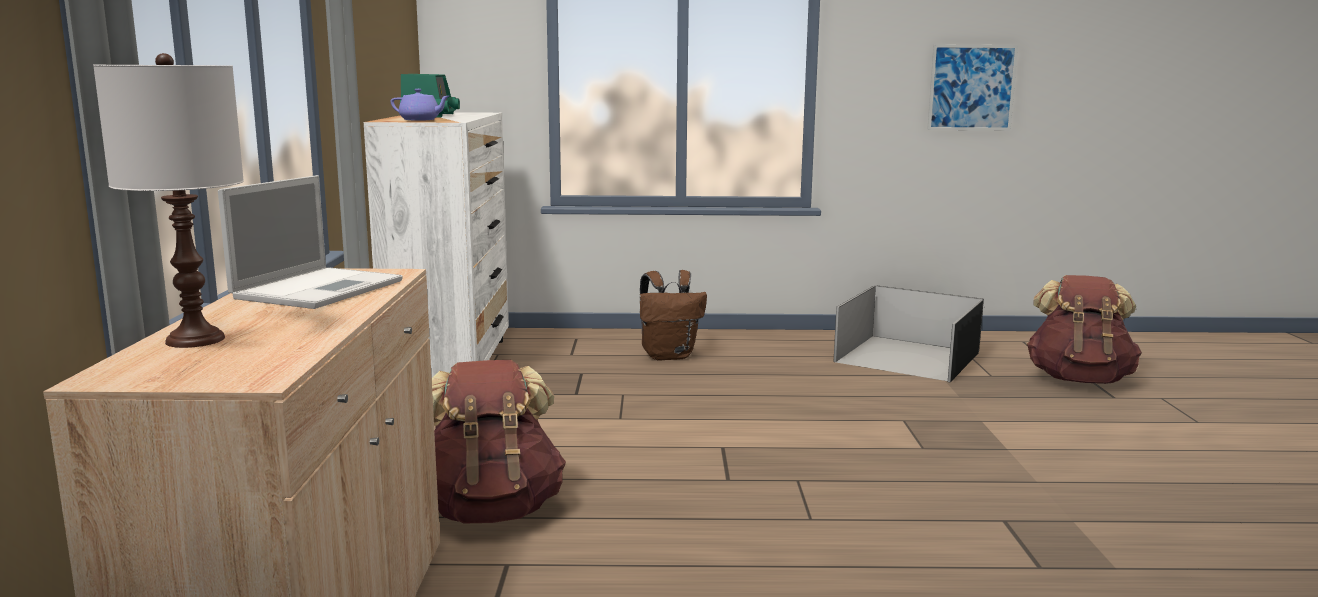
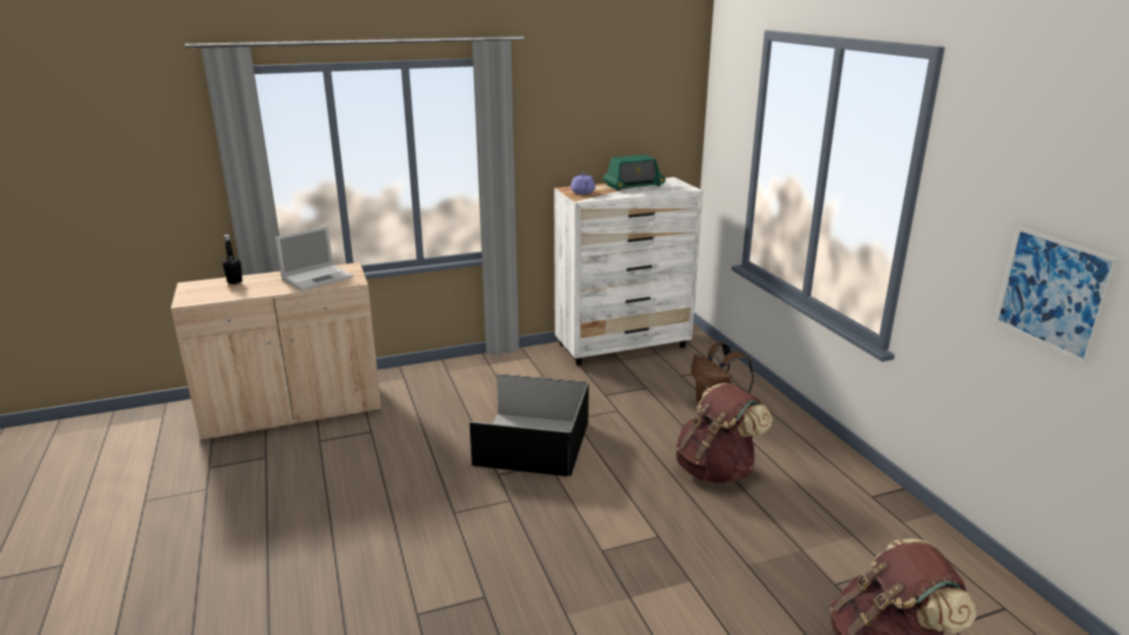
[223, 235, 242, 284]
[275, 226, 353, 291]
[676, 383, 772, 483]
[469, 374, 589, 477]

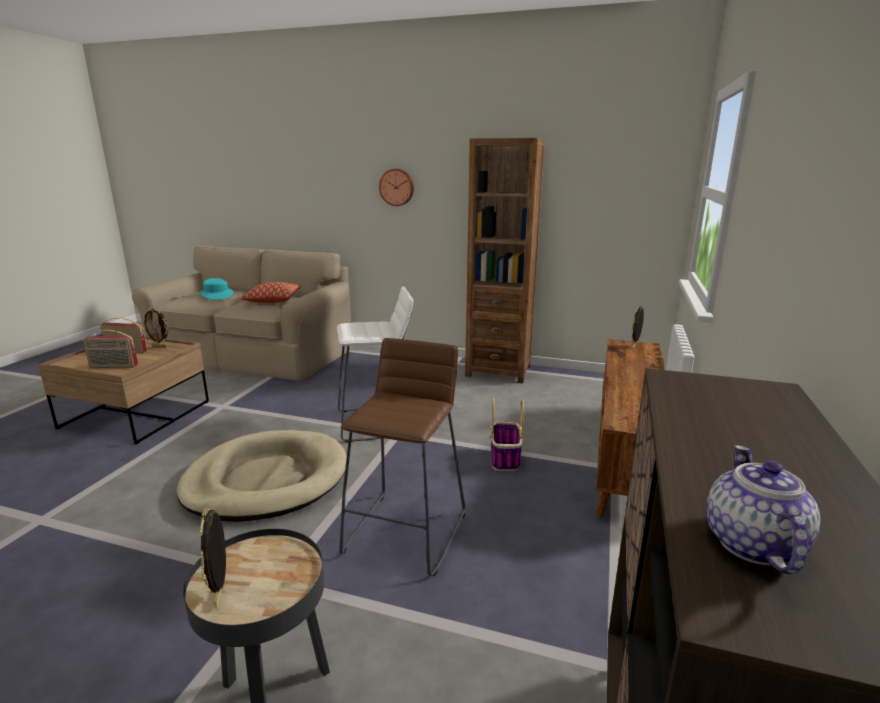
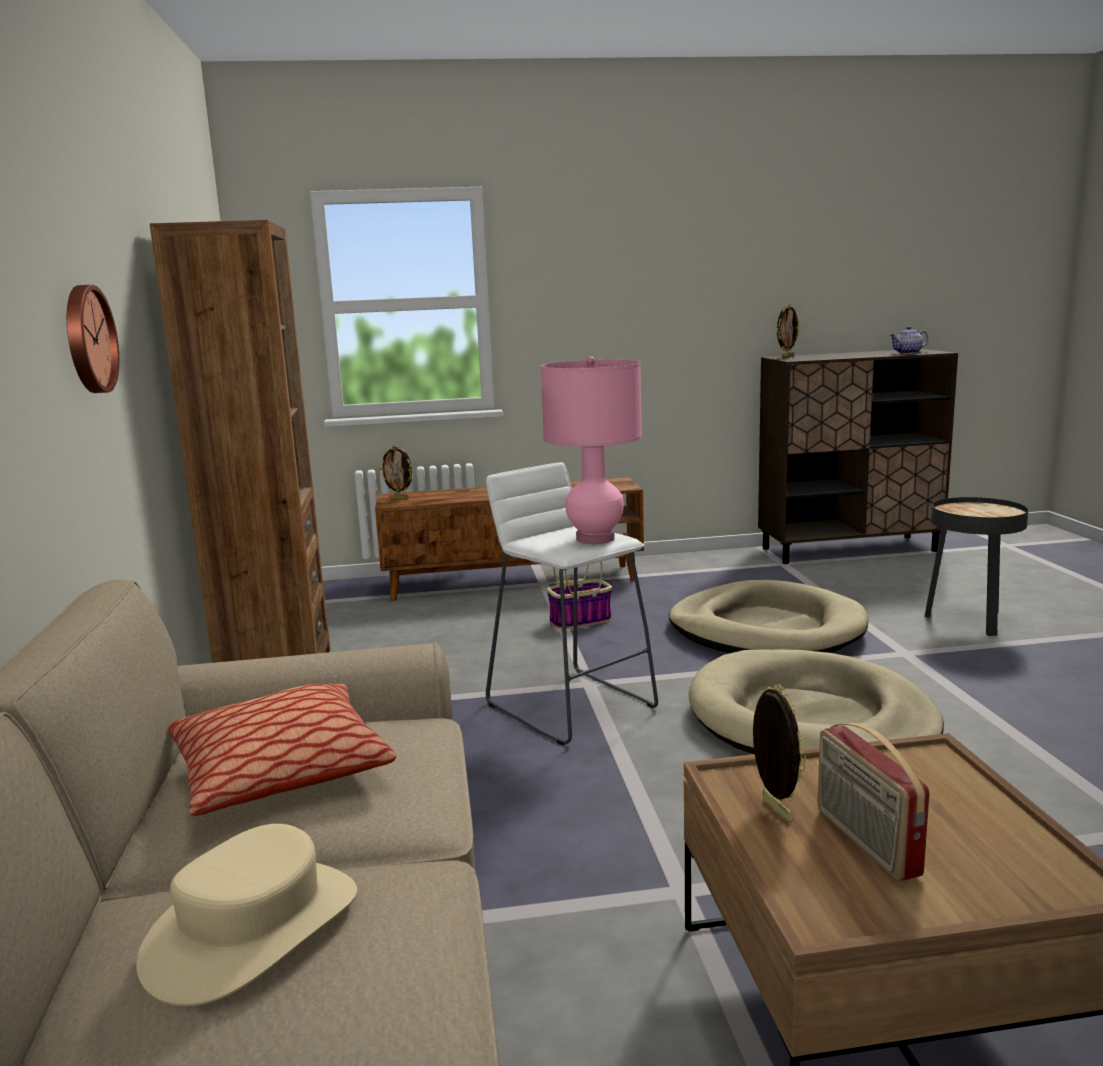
[83, 330, 138, 368] (first image)
[136, 824, 357, 1006]
[777, 304, 800, 358]
[669, 580, 869, 653]
[541, 356, 642, 544]

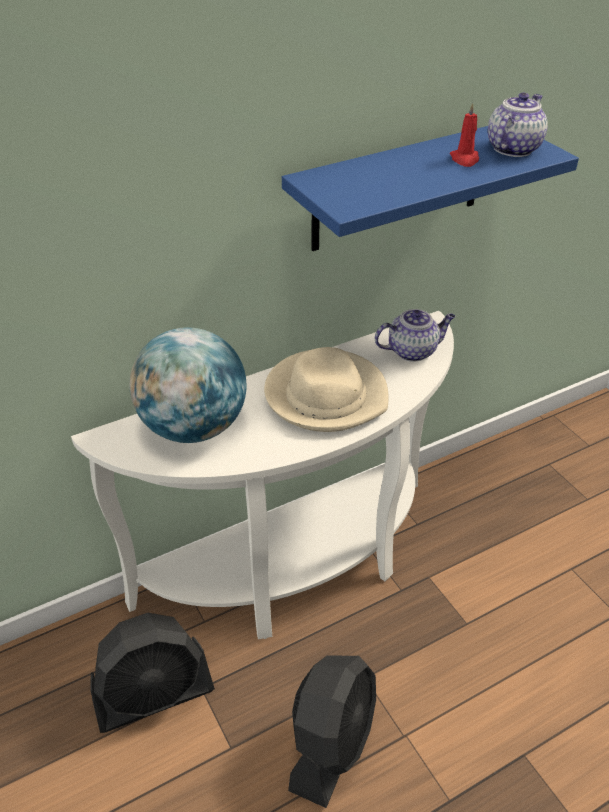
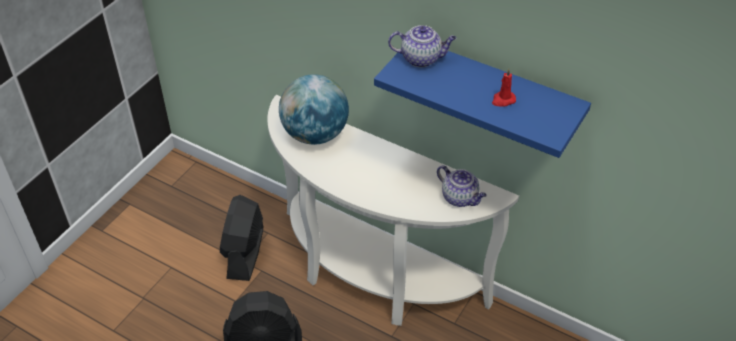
[220, 195, 263, 281]
[264, 347, 389, 432] (first image)
[388, 25, 456, 67]

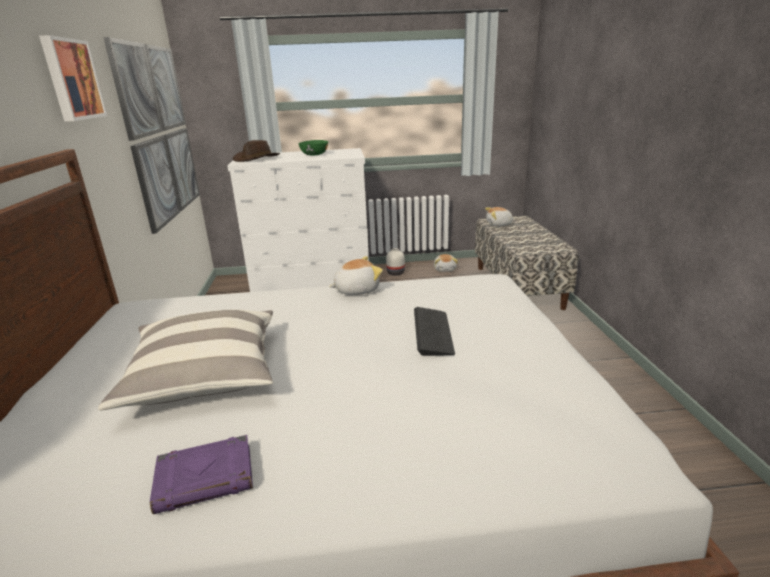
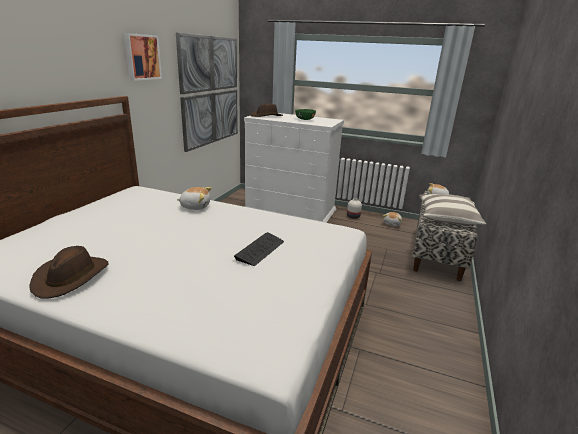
[419, 194, 486, 225]
[29, 246, 108, 299]
[177, 187, 212, 210]

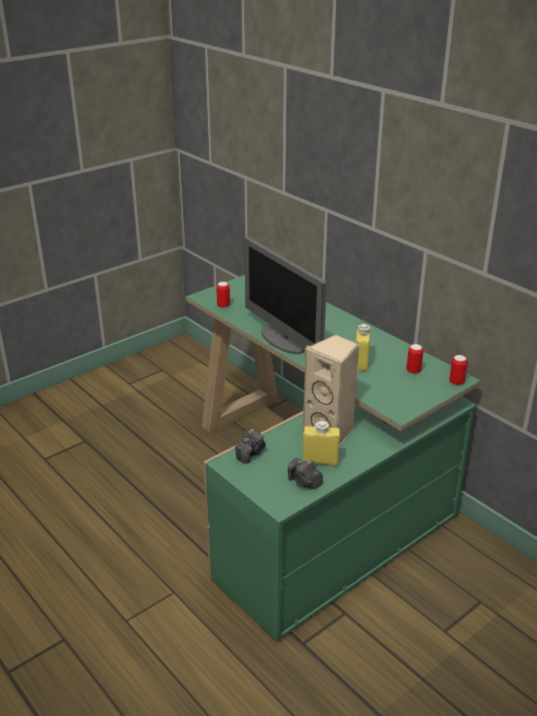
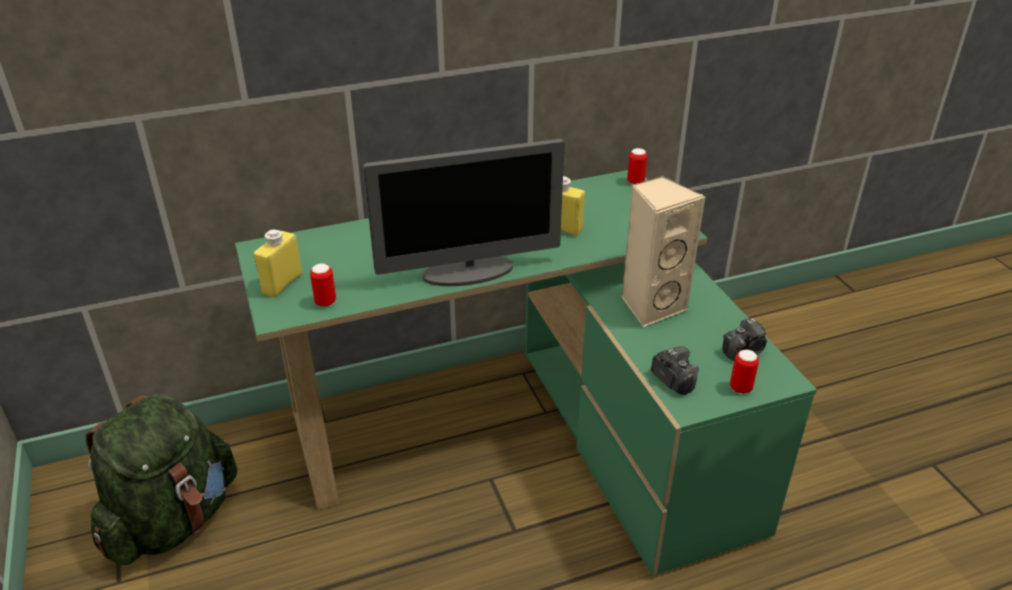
[254, 229, 303, 298]
[730, 350, 759, 394]
[86, 395, 237, 565]

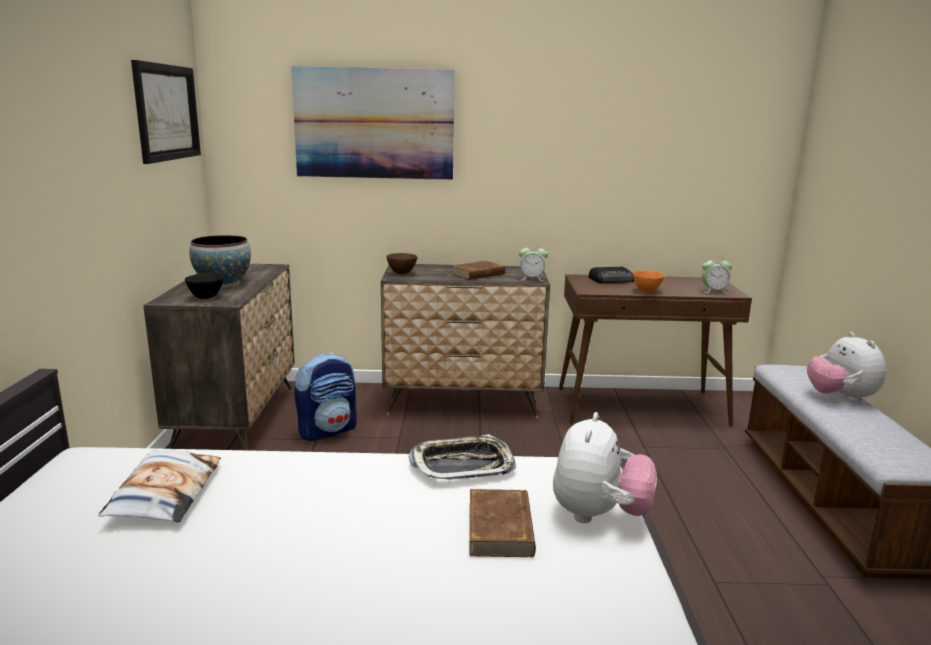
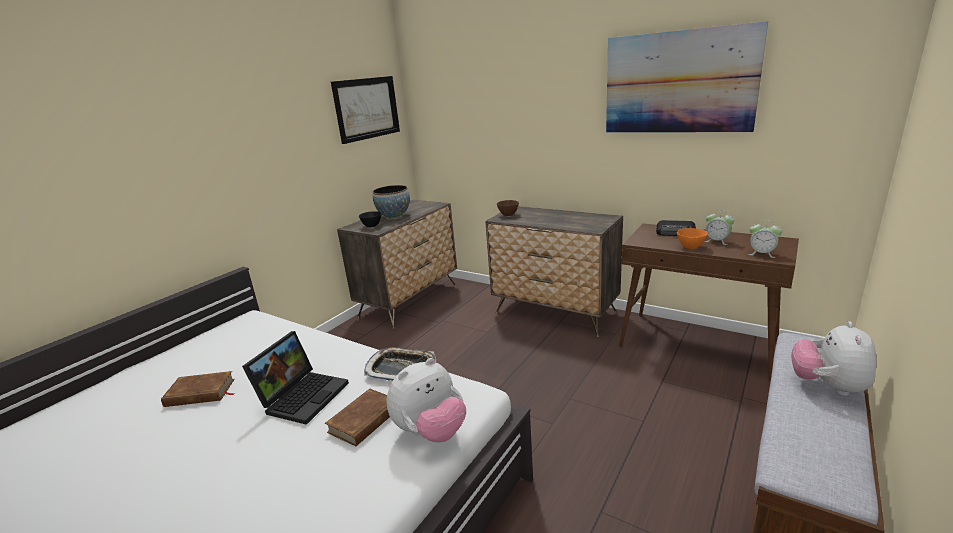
[98, 449, 221, 522] (first image)
[606, 21, 768, 132]
[294, 353, 357, 441] (first image)
[161, 371, 235, 407]
[704, 210, 735, 245]
[242, 331, 349, 425]

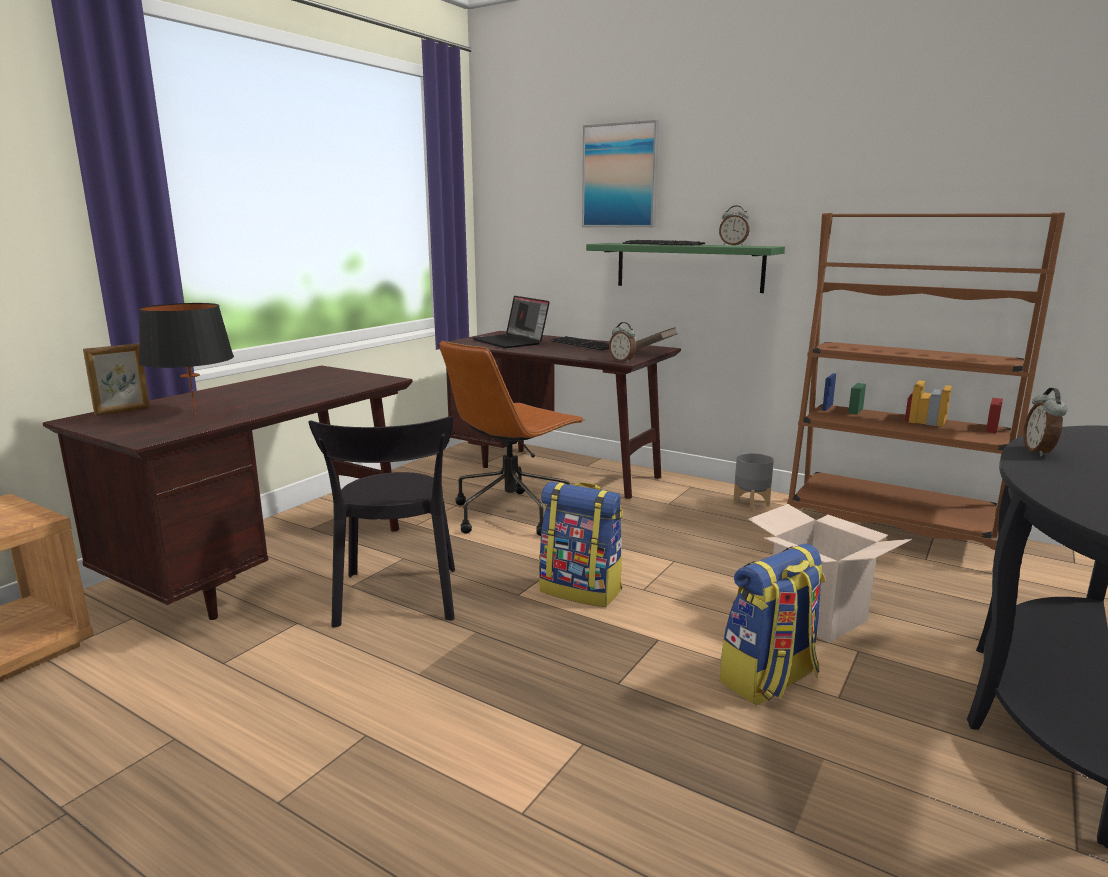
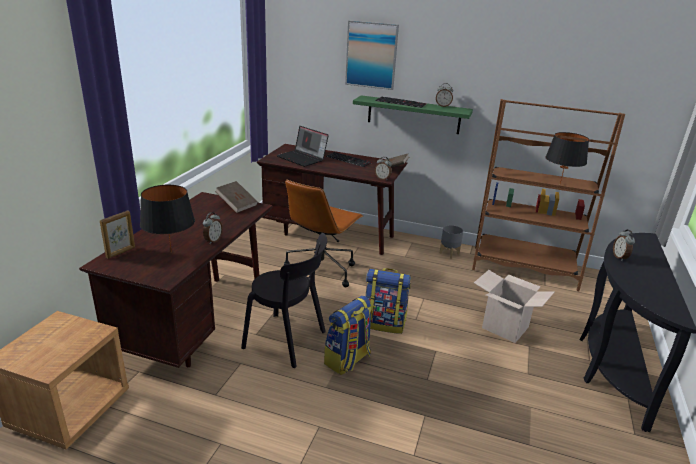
[241, 233, 327, 368]
[324, 296, 373, 375]
[203, 212, 223, 244]
[215, 181, 258, 213]
[546, 132, 589, 184]

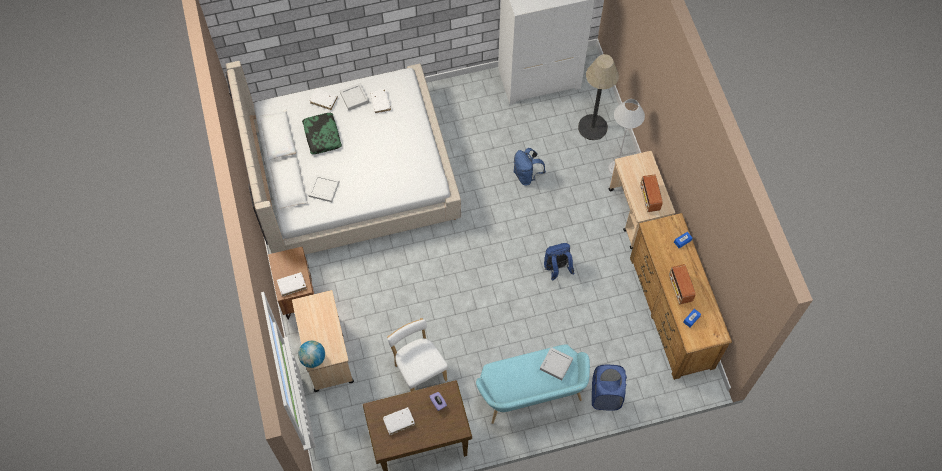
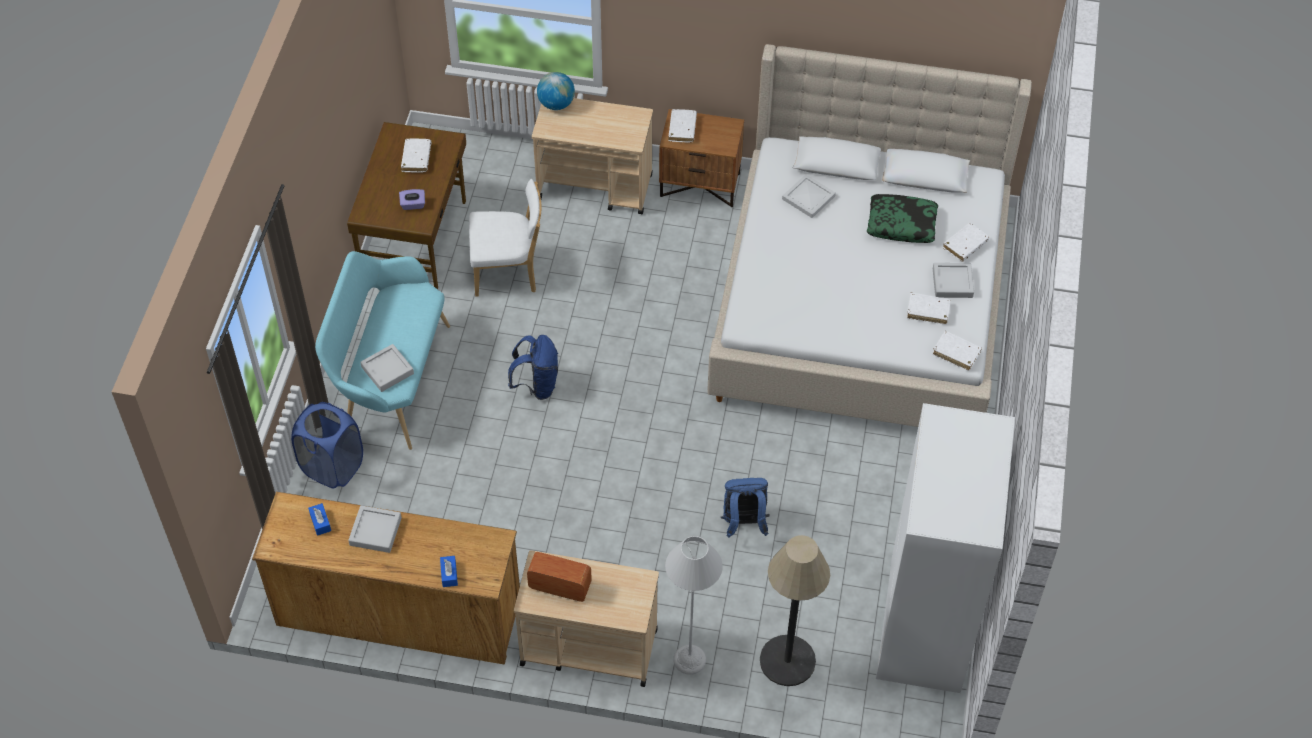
[508, 335, 558, 400]
[348, 505, 402, 553]
[933, 331, 982, 371]

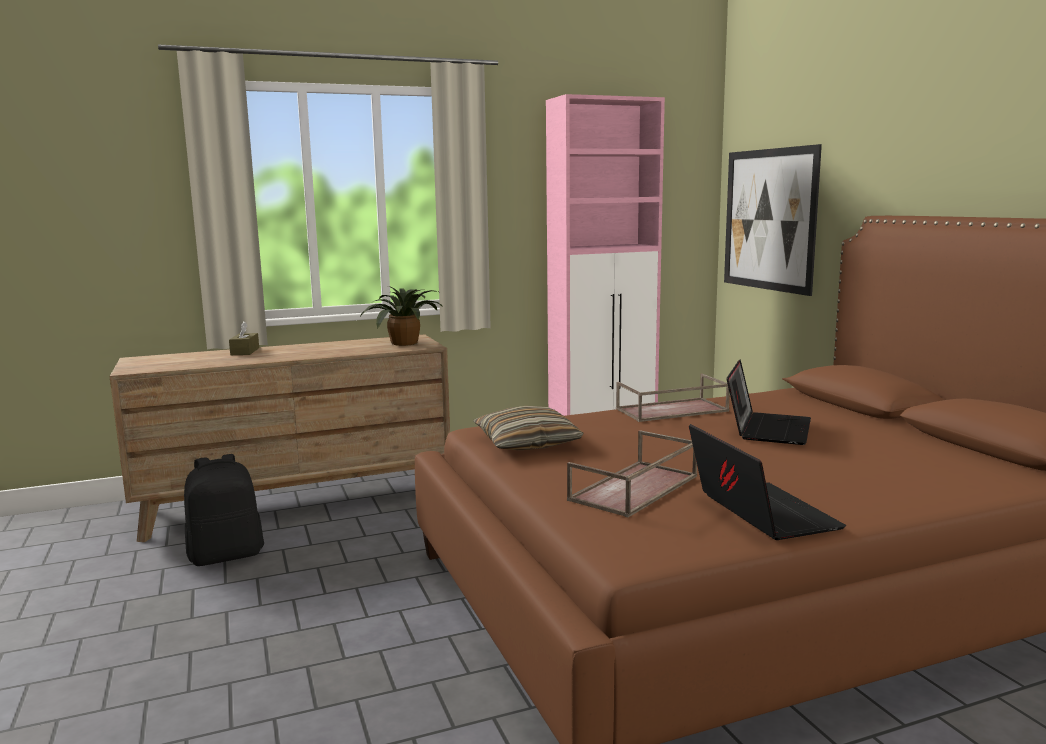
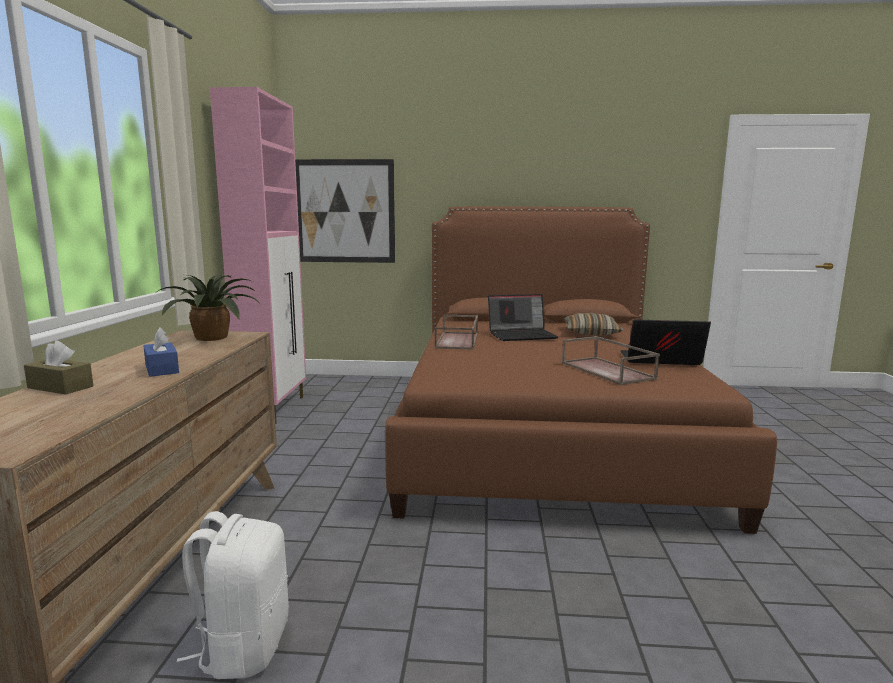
[177, 511, 289, 679]
[564, 313, 623, 336]
[488, 294, 558, 341]
[143, 328, 179, 377]

